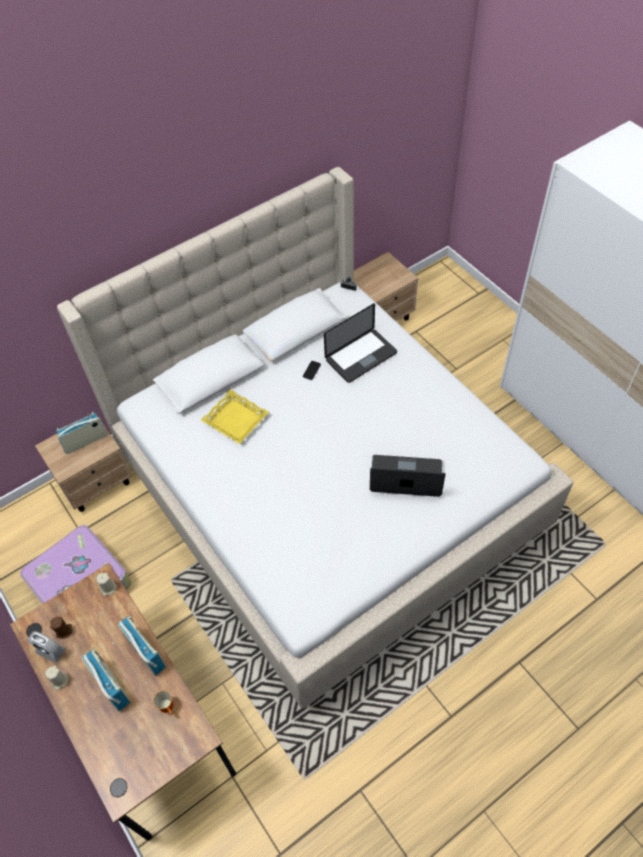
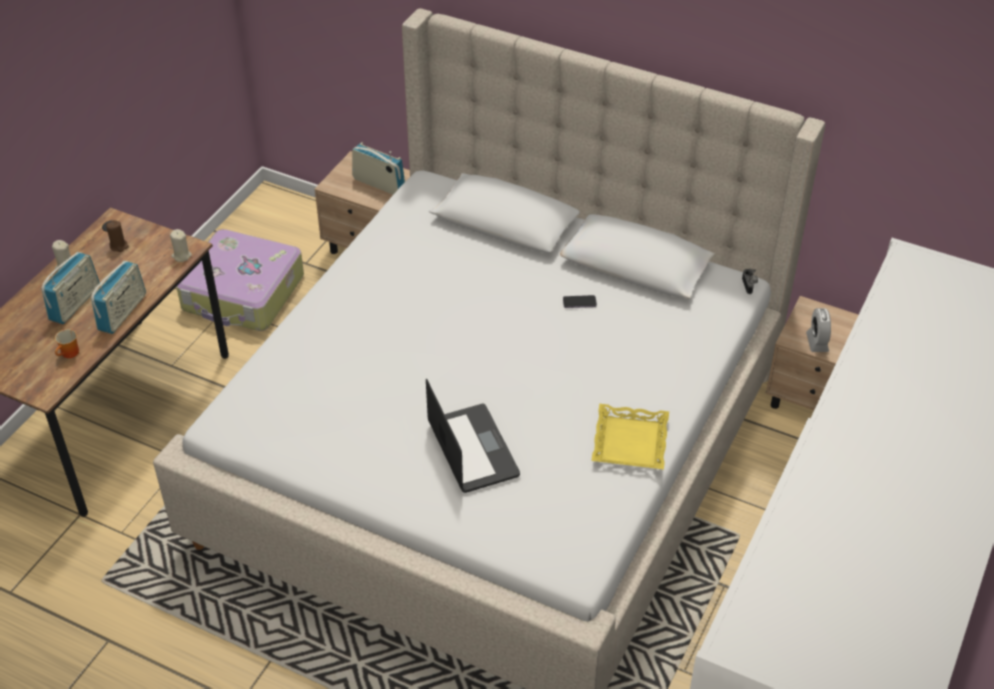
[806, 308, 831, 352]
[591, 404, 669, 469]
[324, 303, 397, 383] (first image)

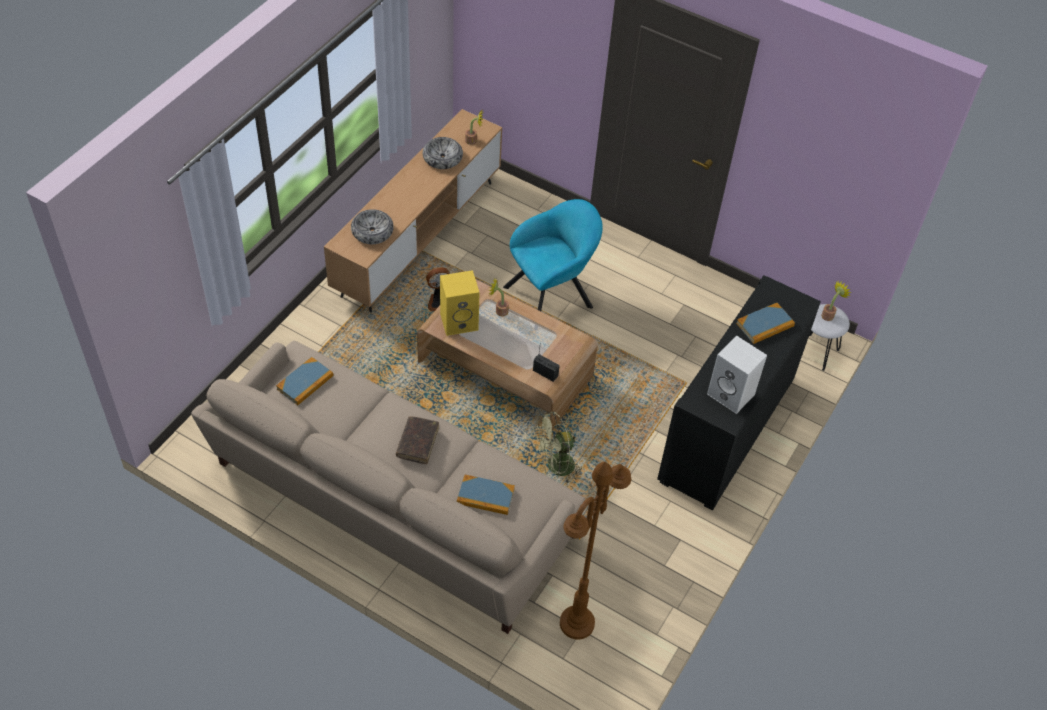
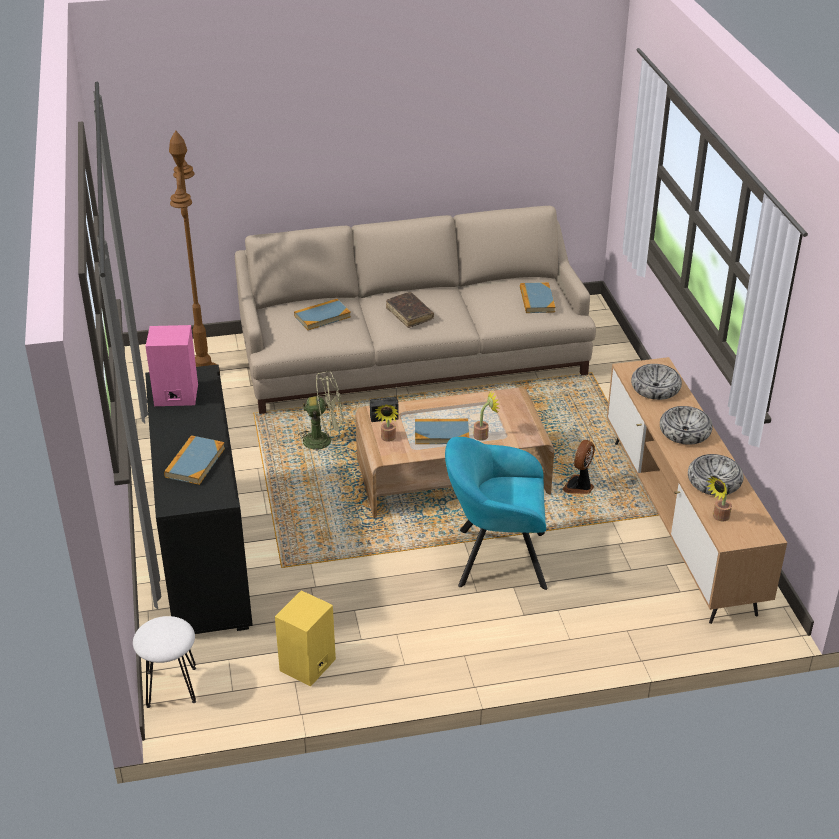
[275, 590, 336, 687]
[445, 437, 548, 590]
[294, 371, 343, 451]
[146, 325, 198, 406]
[375, 404, 399, 442]
[415, 419, 469, 444]
[660, 406, 713, 445]

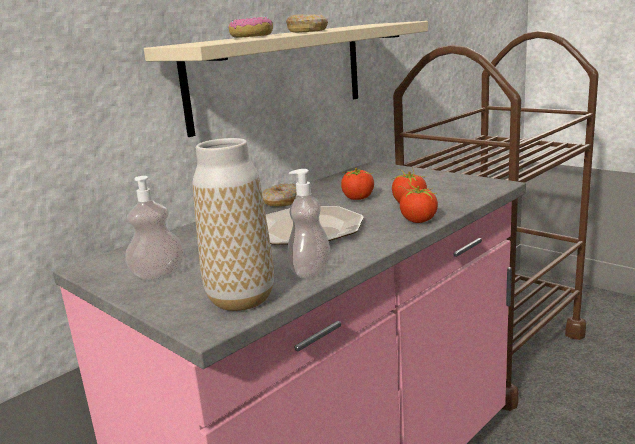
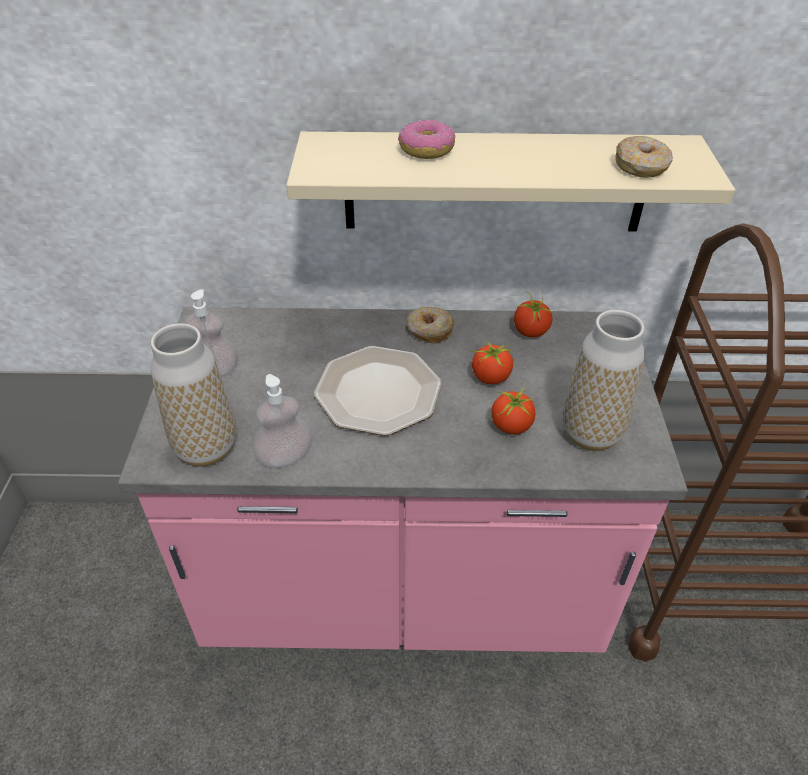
[615, 136, 673, 178]
[514, 292, 554, 338]
[562, 310, 645, 451]

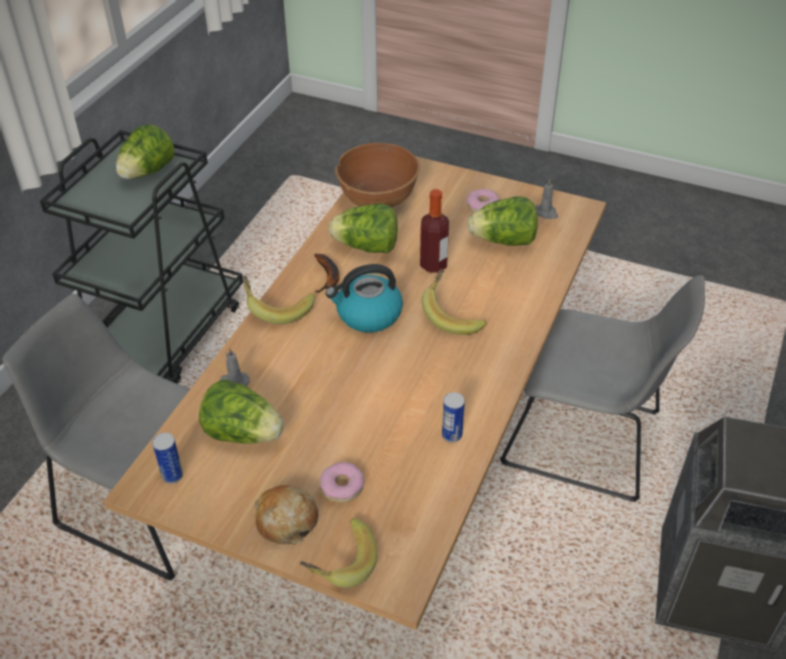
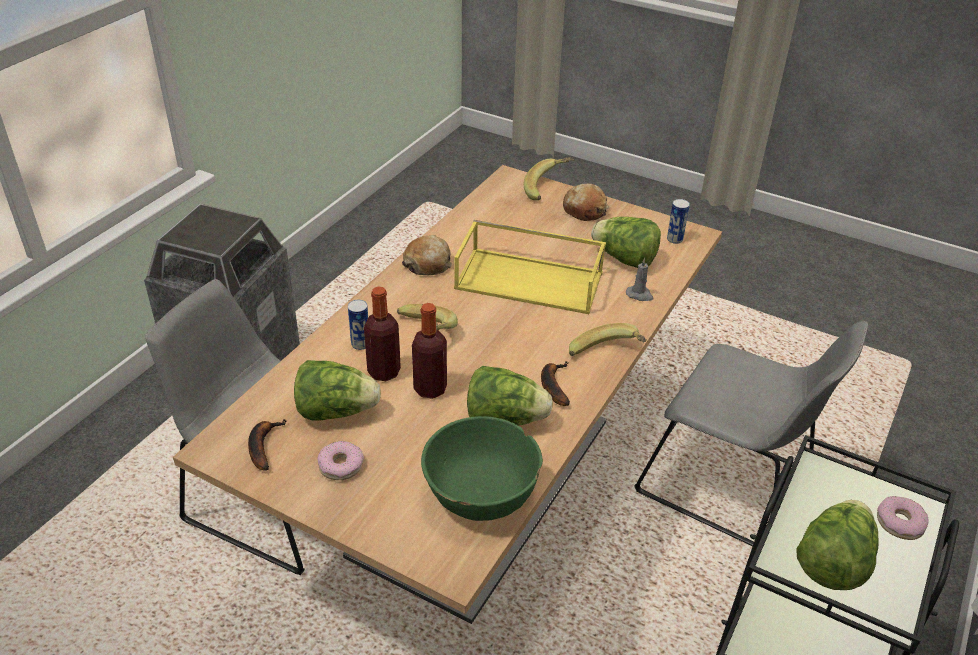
[877, 496, 929, 540]
[326, 264, 403, 333] (first image)
[421, 416, 543, 521]
[348, 300, 368, 350]
[248, 419, 287, 470]
[364, 286, 401, 381]
[402, 235, 452, 275]
[454, 220, 606, 314]

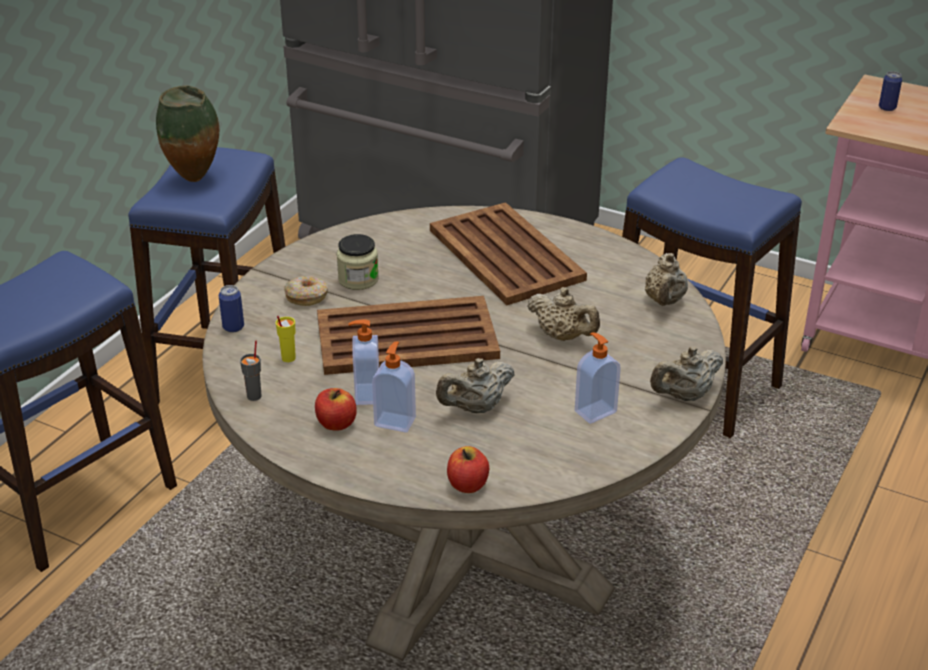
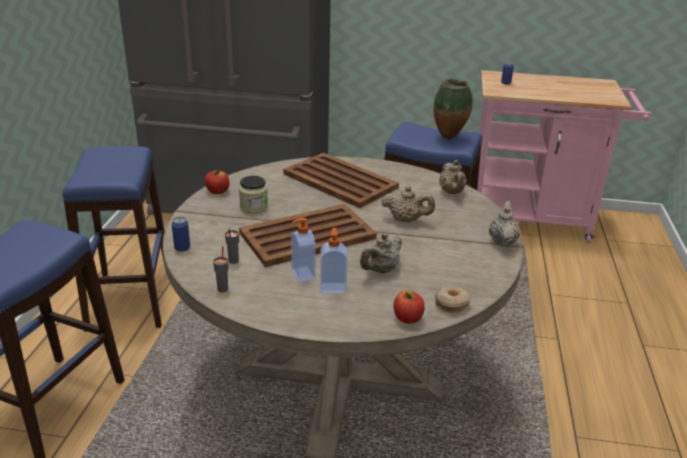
[434, 79, 473, 140]
[225, 229, 239, 264]
[435, 286, 471, 313]
[205, 170, 230, 194]
[575, 332, 621, 424] (first image)
[489, 201, 521, 247]

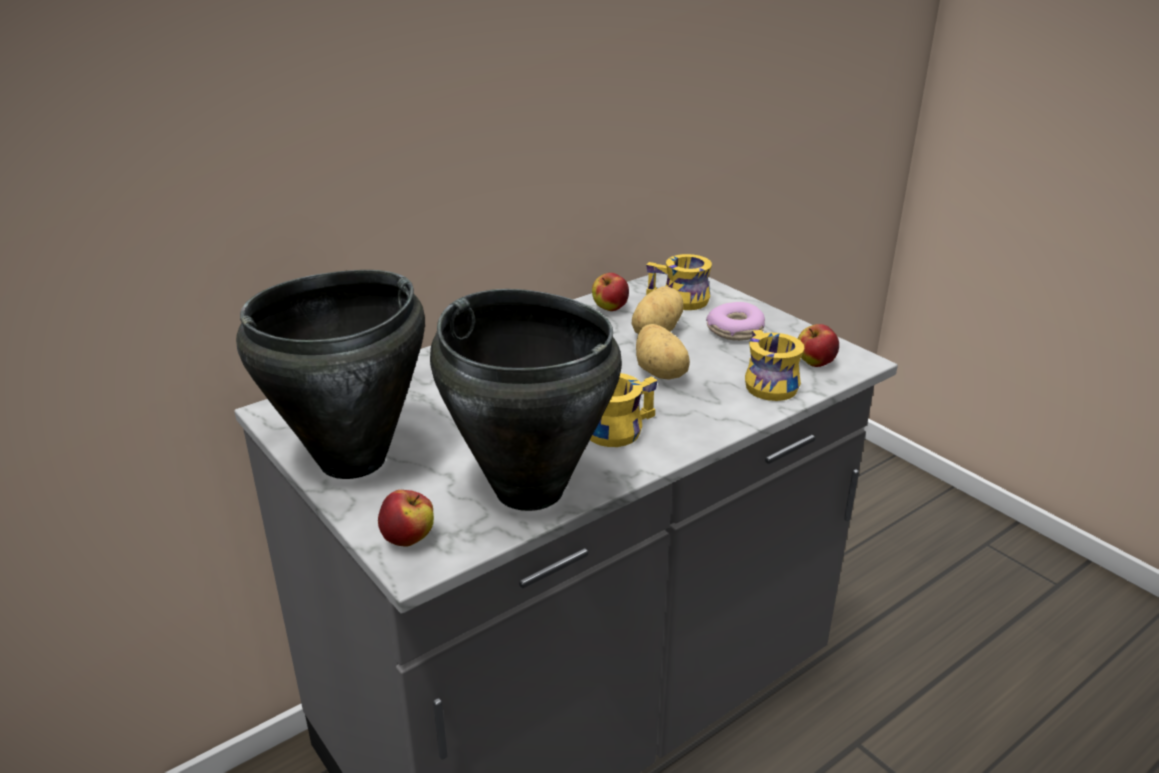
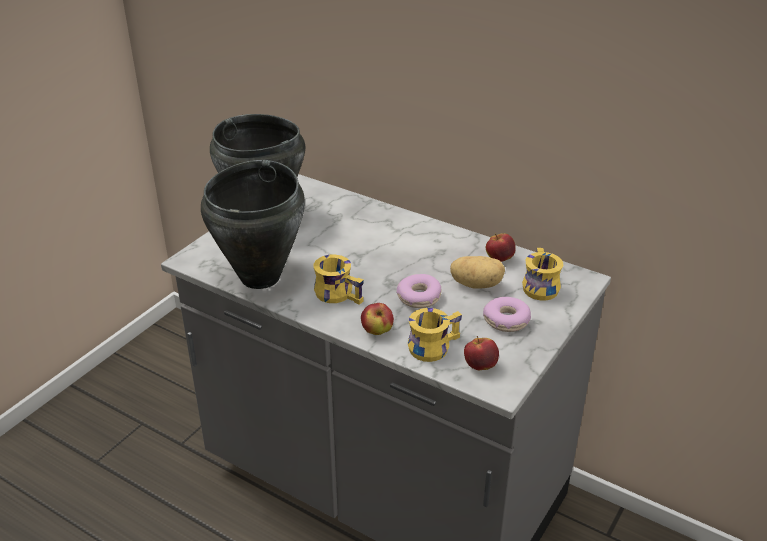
[361, 303, 394, 335]
[397, 274, 441, 308]

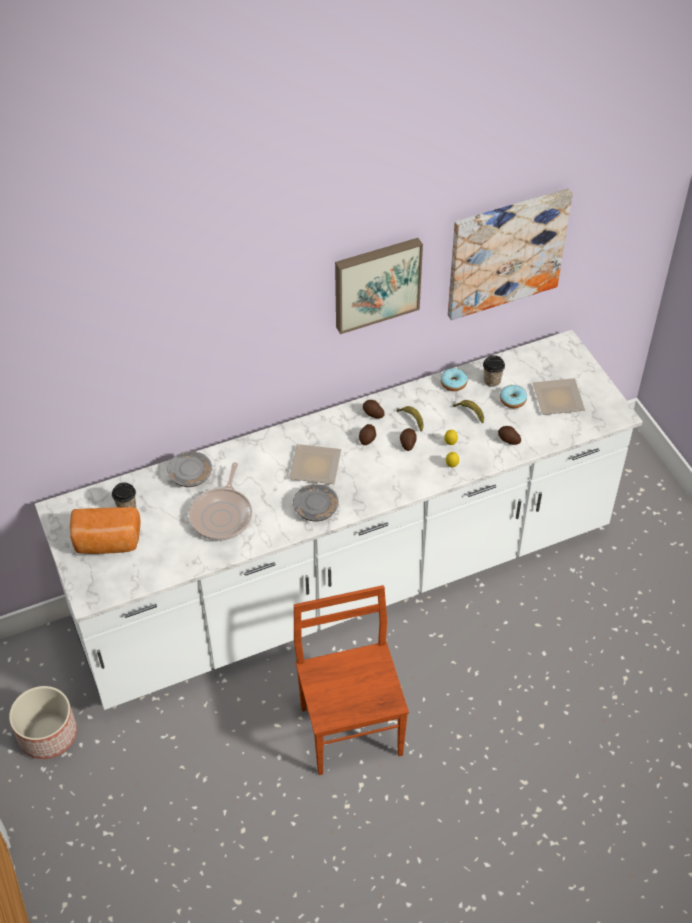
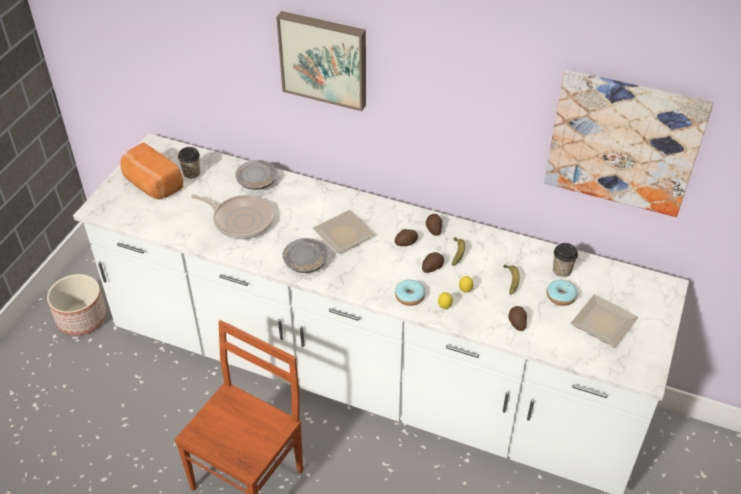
[191, 194, 274, 239]
[276, 11, 366, 111]
[395, 279, 425, 306]

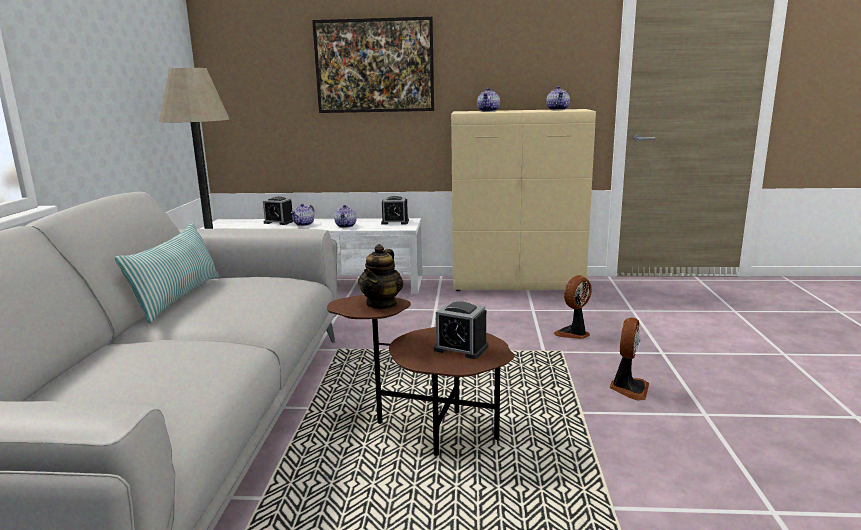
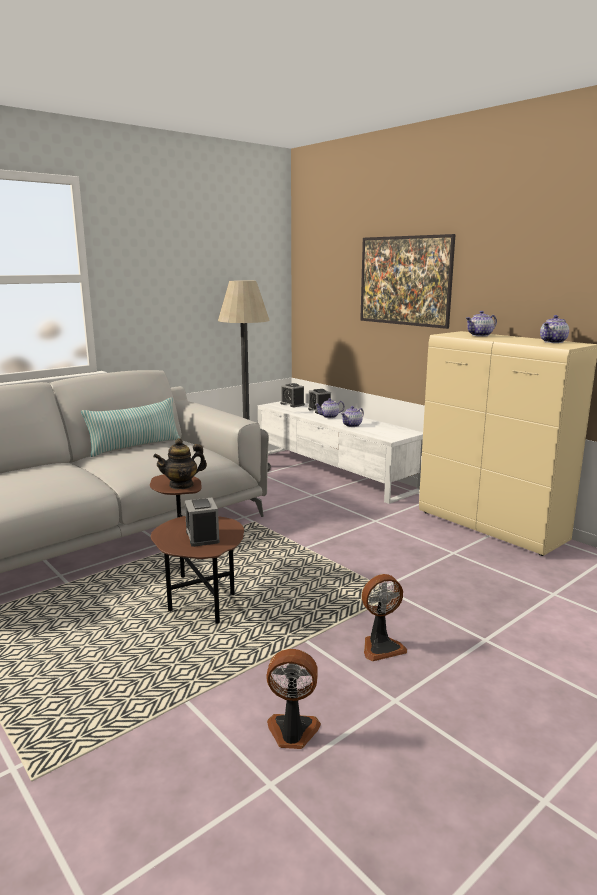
[281, 383, 305, 407]
[267, 649, 321, 749]

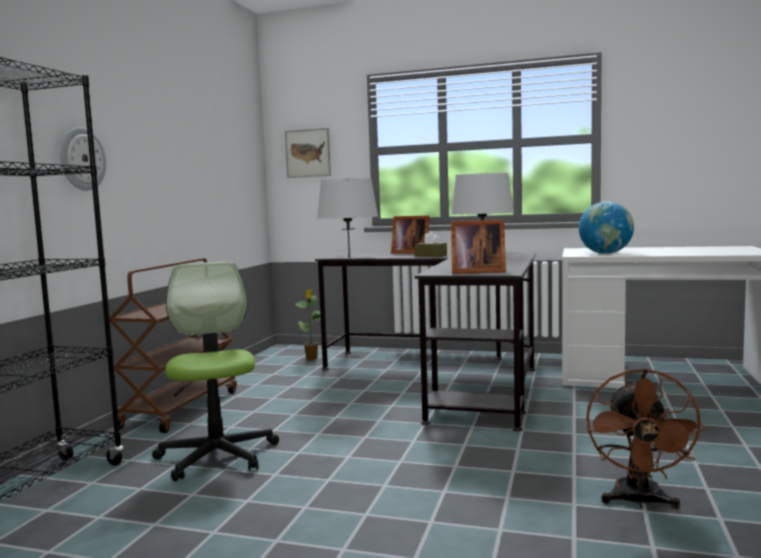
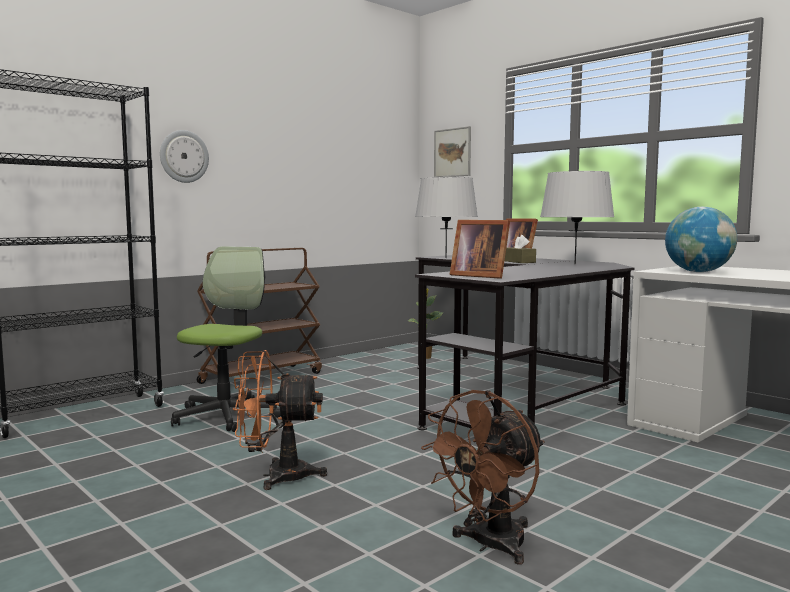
[233, 350, 327, 490]

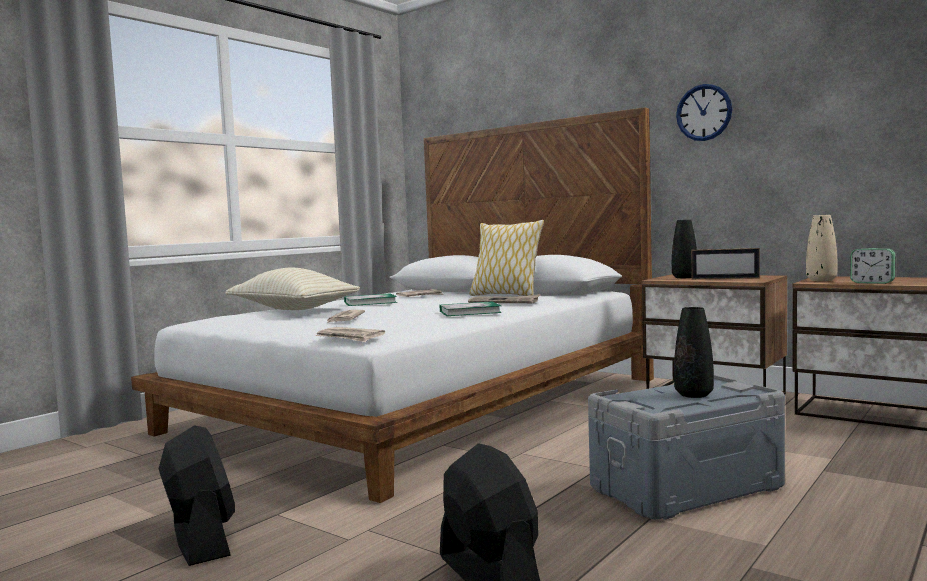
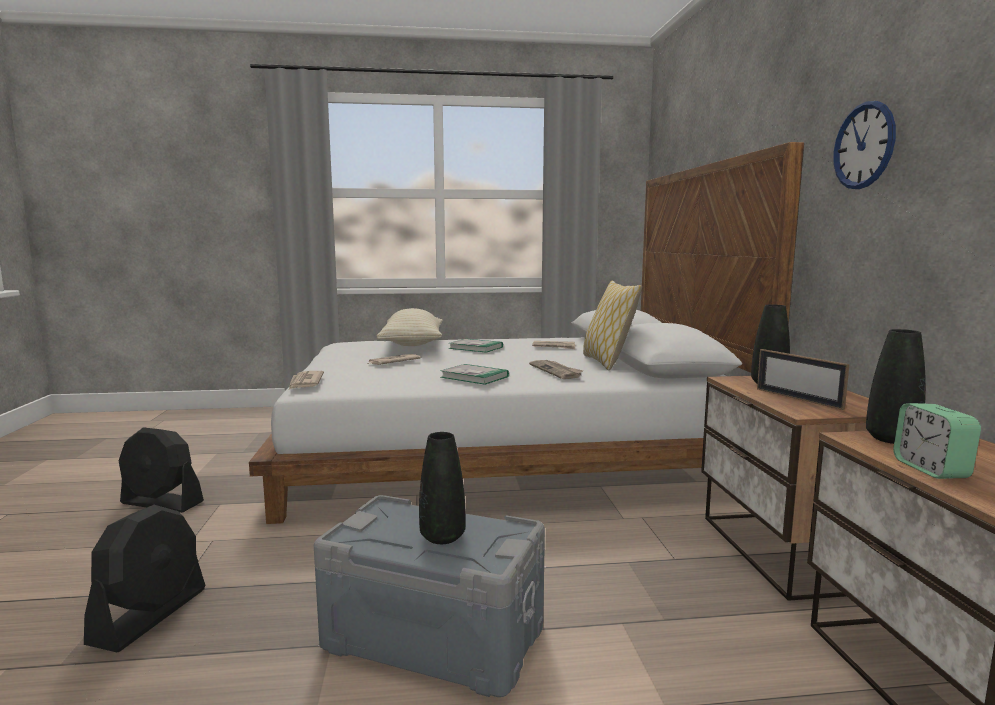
[119, 427, 204, 513]
[866, 329, 926, 444]

